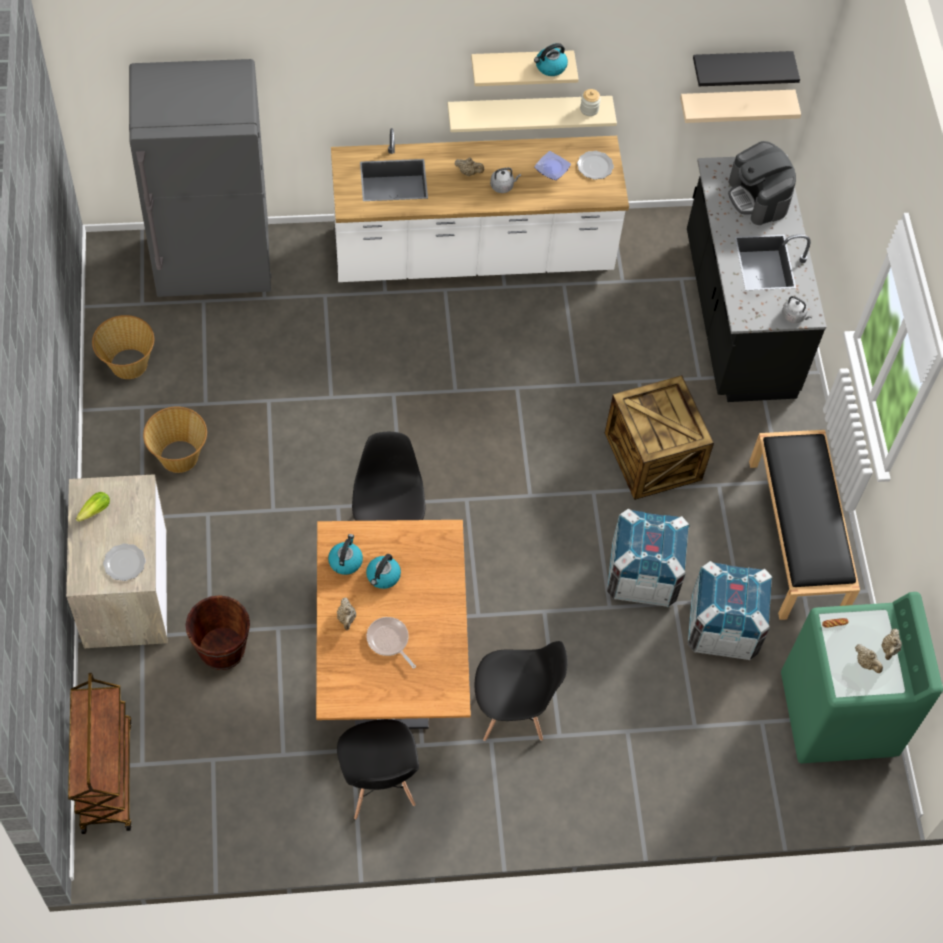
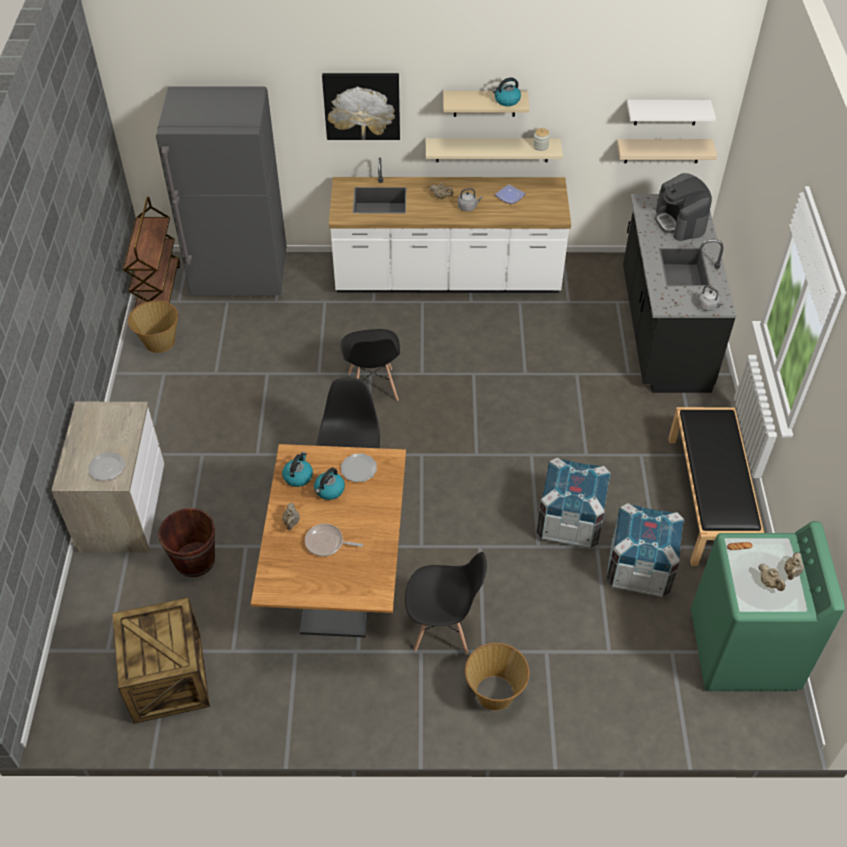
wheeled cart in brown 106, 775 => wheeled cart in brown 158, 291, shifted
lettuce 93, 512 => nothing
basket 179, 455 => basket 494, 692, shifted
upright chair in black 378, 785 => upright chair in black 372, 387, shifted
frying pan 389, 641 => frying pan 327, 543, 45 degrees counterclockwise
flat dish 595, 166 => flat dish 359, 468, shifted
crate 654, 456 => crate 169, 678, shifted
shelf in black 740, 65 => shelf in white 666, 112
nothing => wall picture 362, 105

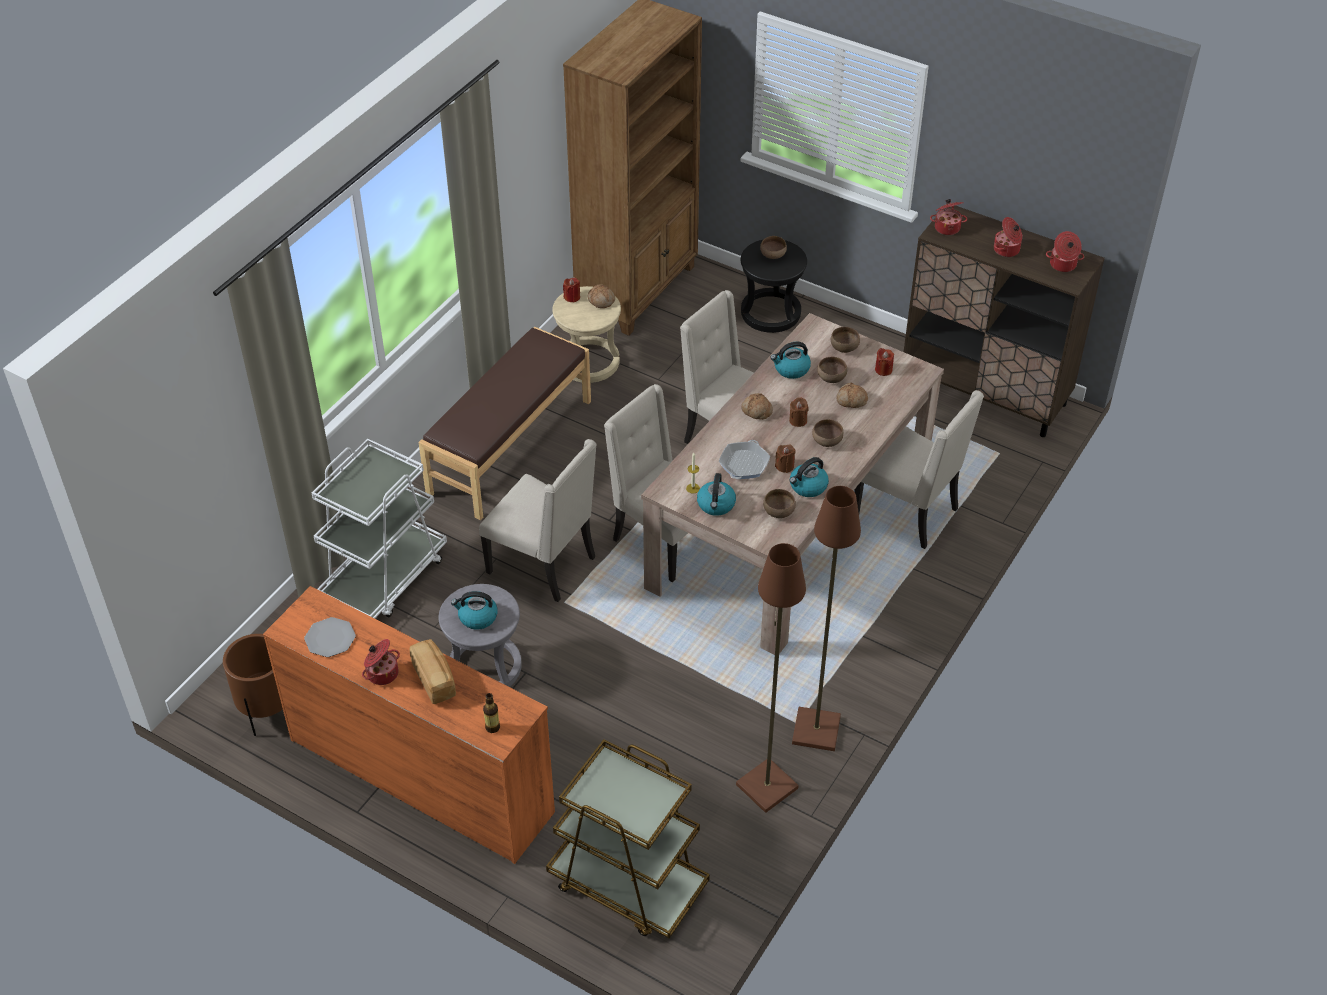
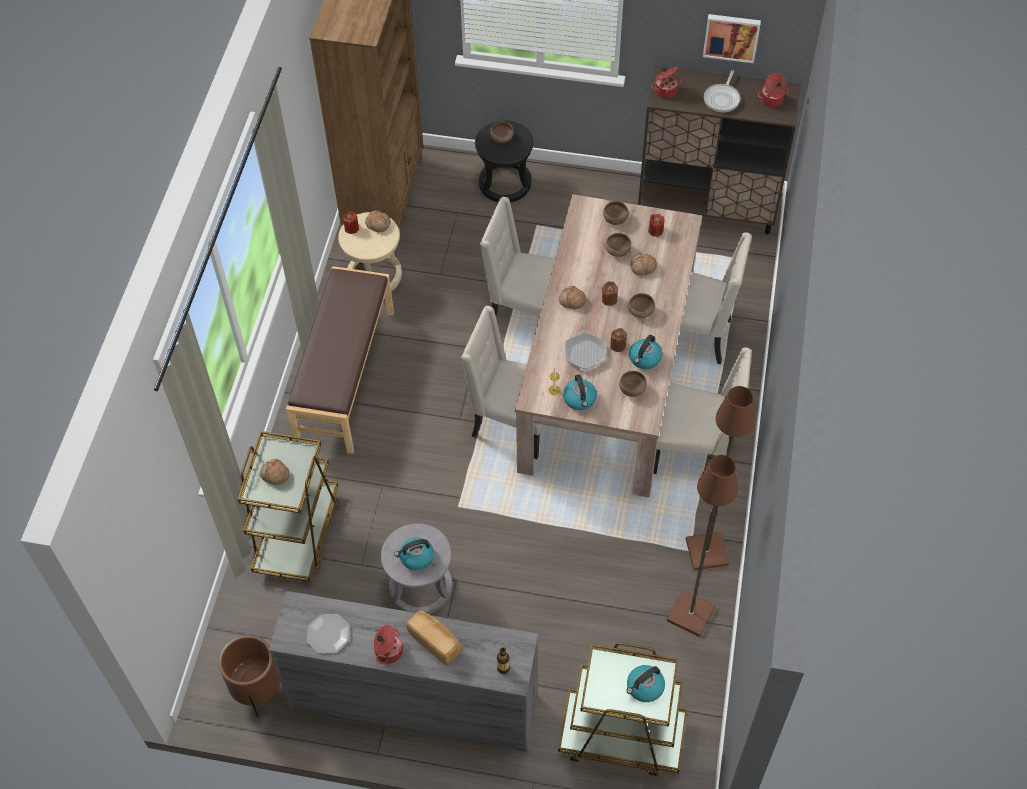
dresser in orange-coloured 421, 774 => dresser in greyish 413, 701
wheeled cart in white 385, 577 => wheeled cart in brown 297, 533
upright chair in sand-coloured 544, 565 => upright chair in sand-coloured 693, 450, shifted
kettle 791, 369 => kettle 644, 687, shifted
saucepot 1007, 250 => frying pan 722, 98
nothing => bakery bread 275, 475
nothing => wall picture 731, 36

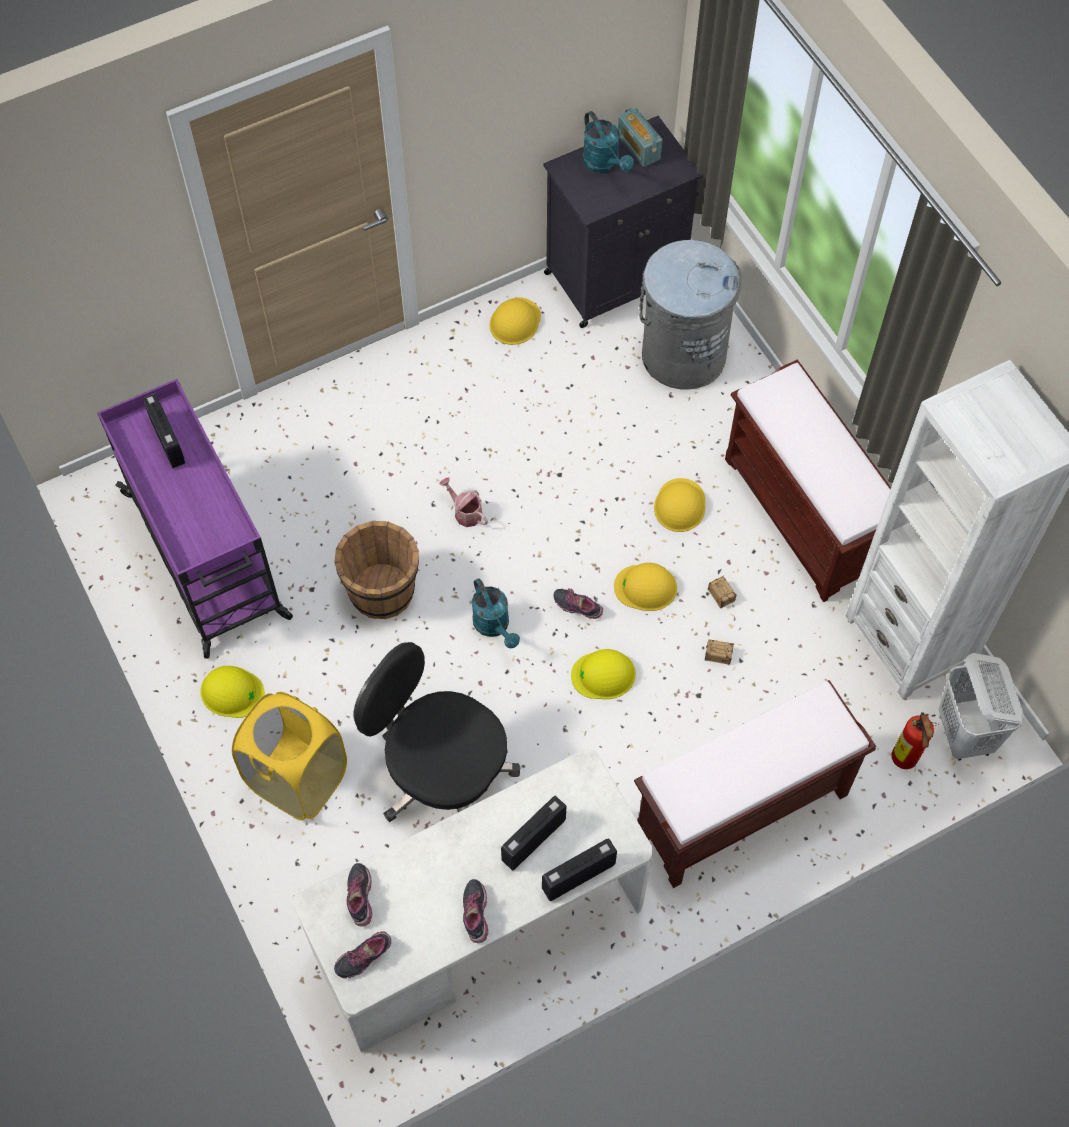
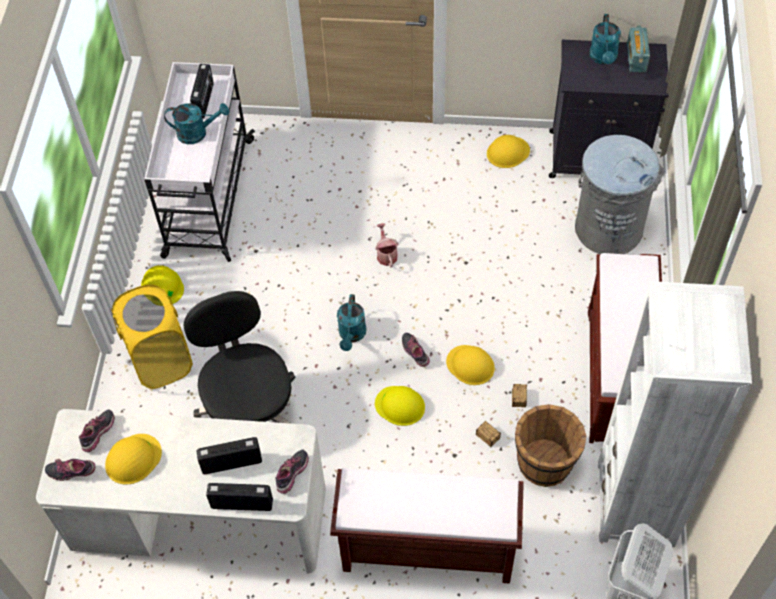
wheeled cart in purple-coloured 207, 557 => wheeled cart in white 208, 199
water bucket in brown 382, 590 => water bucket in brown 545, 462, shifted
low shoe 476, 914 => low shoe 293, 474, shifted
safety helmet in yellow-coloured 680, 505 => safety helmet in yellow-coloured 133, 459, shifted
fire-fighting cylinder 904, 762 => nothing
nothing => watering can in turquoise 197, 133

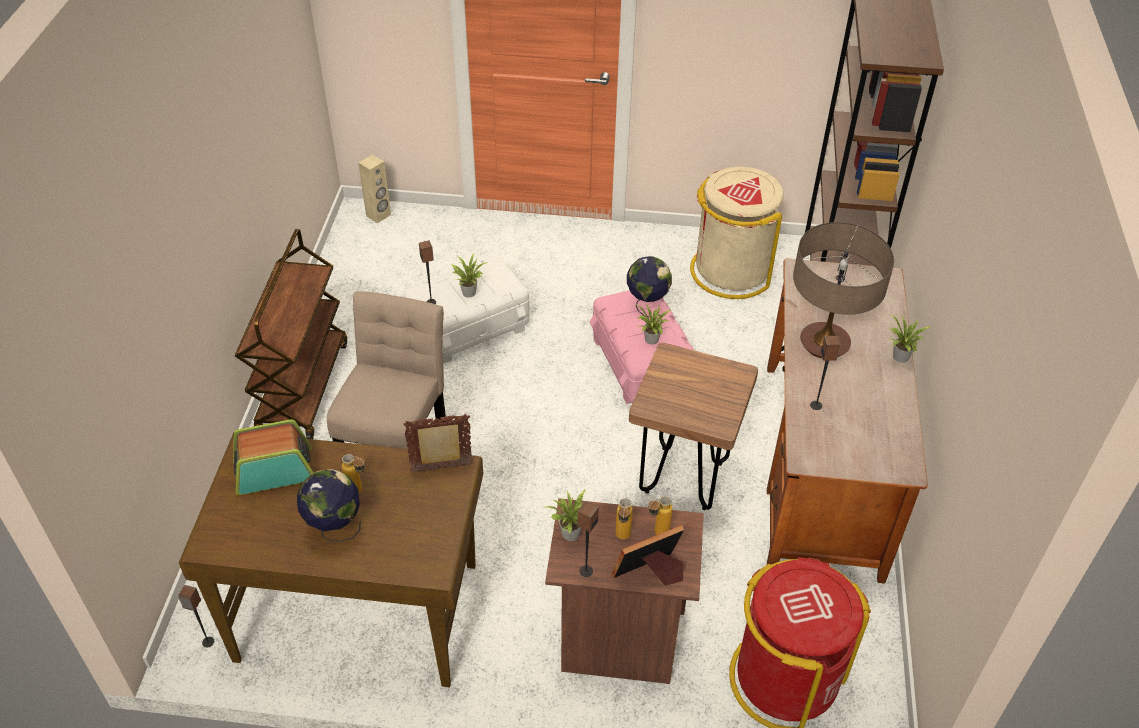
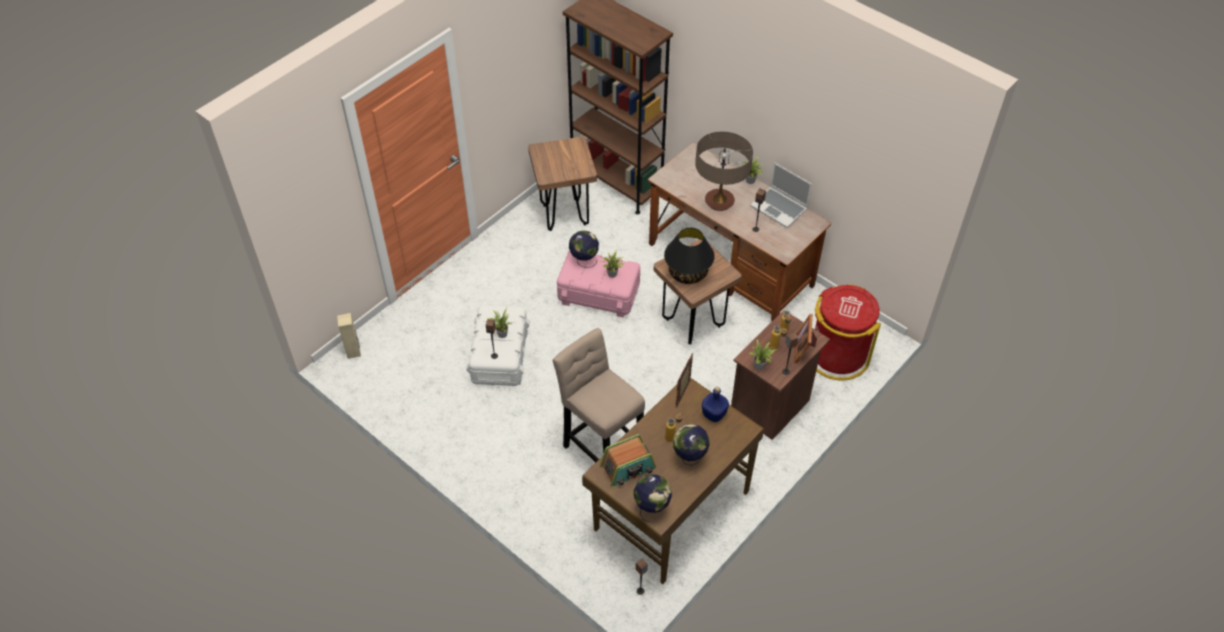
radio 274, 470 => radio 628, 467, 135 degrees counterclockwise
wheeled cart in brown 302, 387 => nothing
trash can in sand-coloured 730, 271 => stool in brown 564, 215
nothing => desk globe 652, 508
nothing => tabletop lamp in black 688, 273
nothing => bottle in bluish 713, 415
nothing => portable computer 780, 208

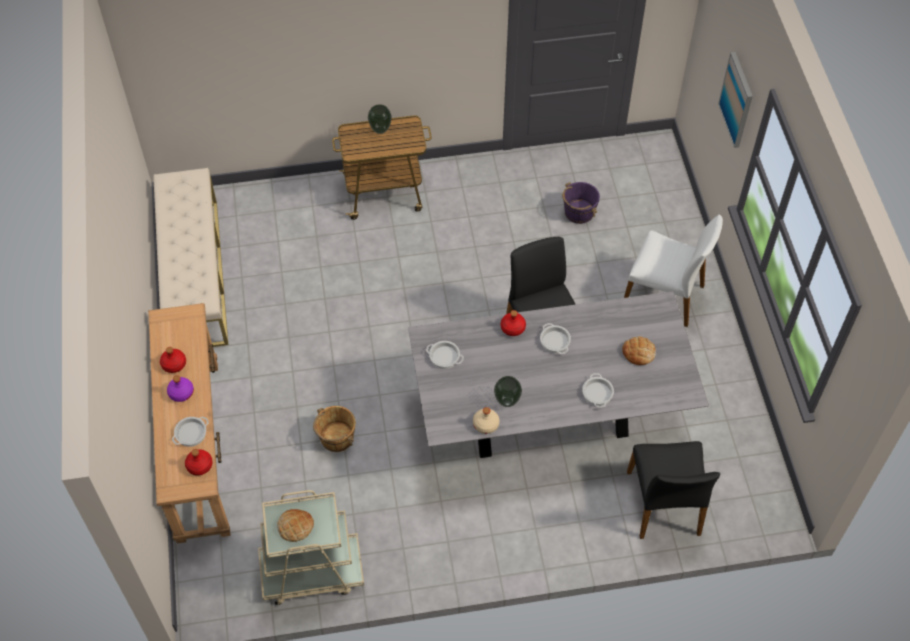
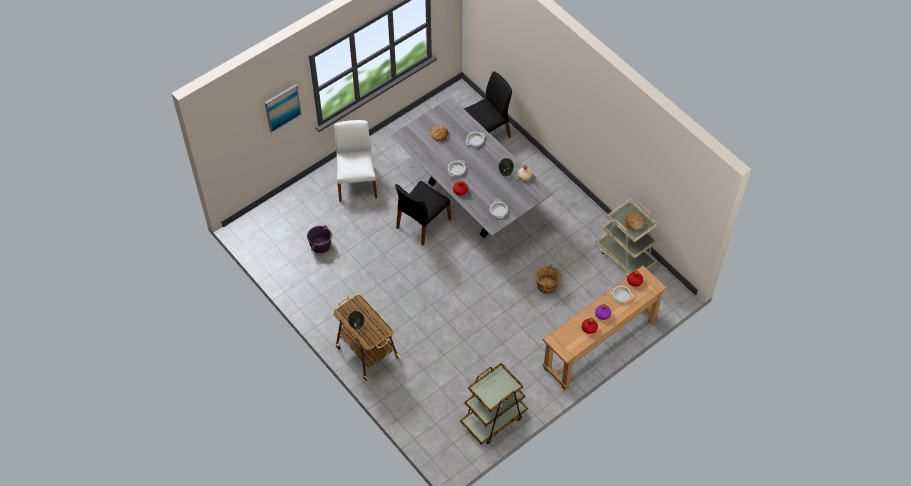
indoor bench in sand-coloured 194, 274 => wheeled cart in brown 493, 419

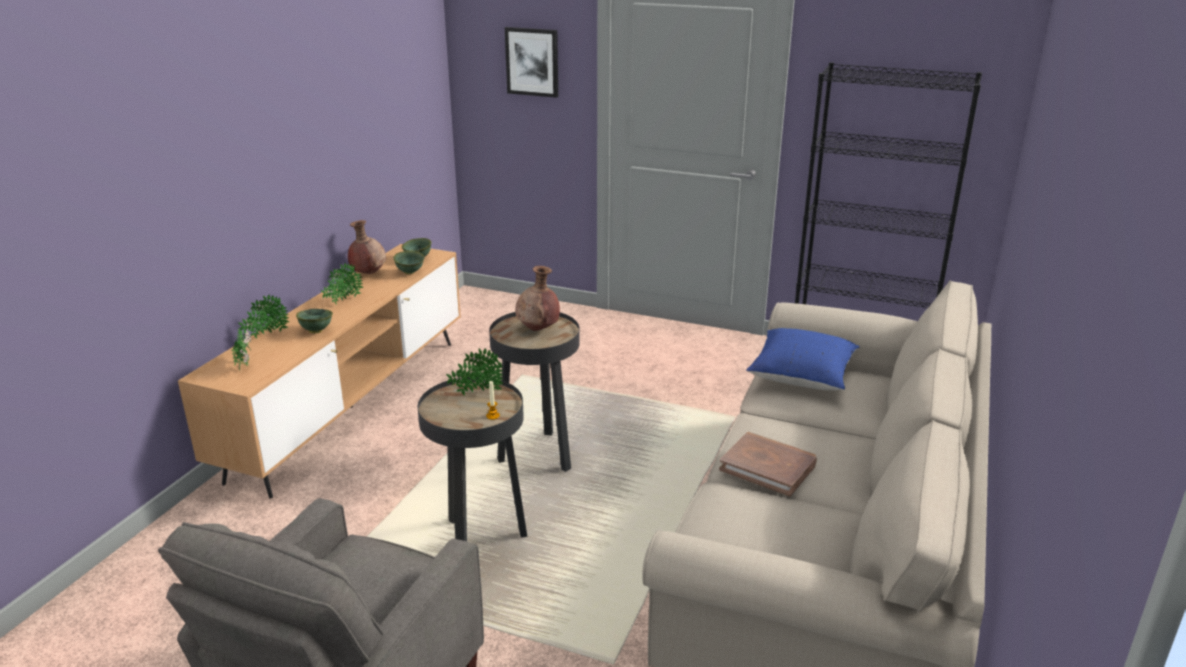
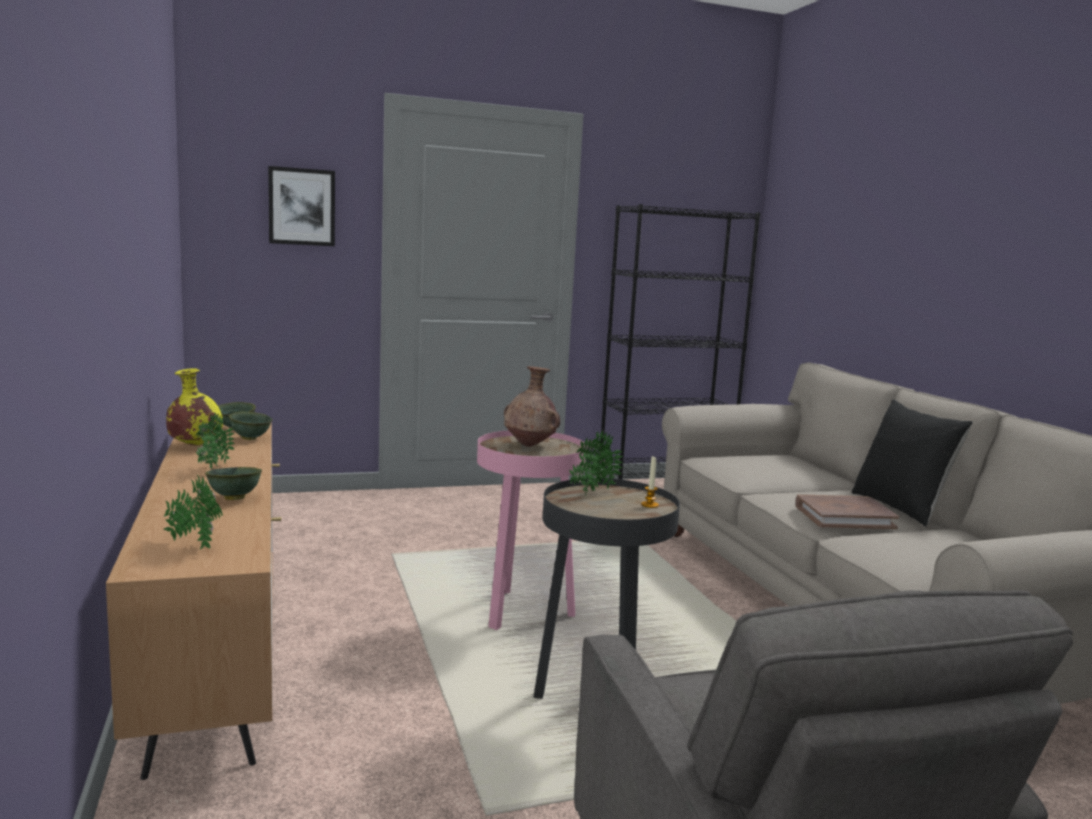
plant in a pot 266, 335 => nothing
decorative vase in brown 368, 273 => decorative vase in yellow-coloured 194, 446
end table in black 538, 455 => end table in pinkish 522, 612
pillow in bluish 801, 376 => nothing
nothing => pillow in black 901, 508

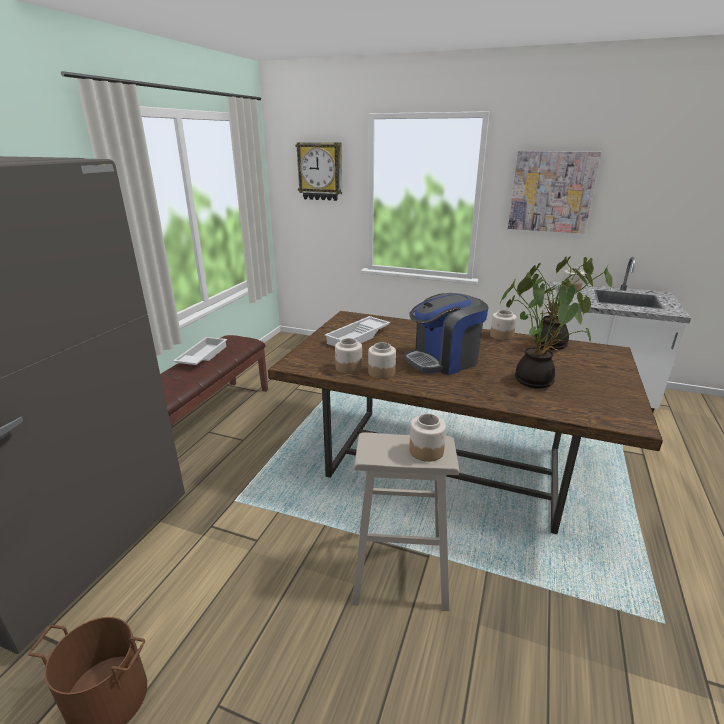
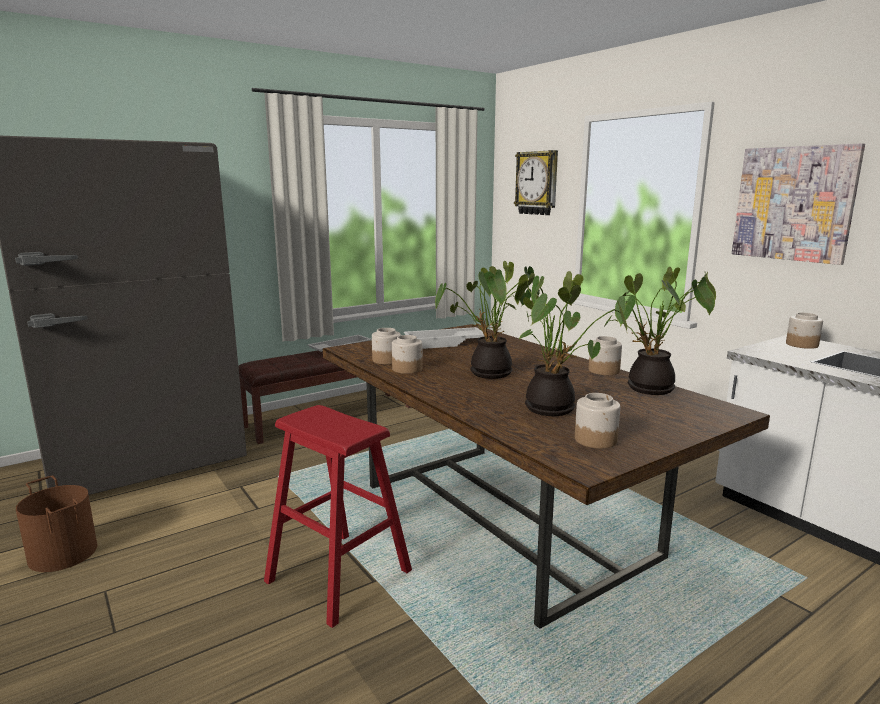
stool in sand-coloured 399, 566 => stool in red 338, 576
coffee machine 443, 360 => plant in a pot 487, 374
preserve jar 426, 451 => preserve jar 596, 440, shifted

